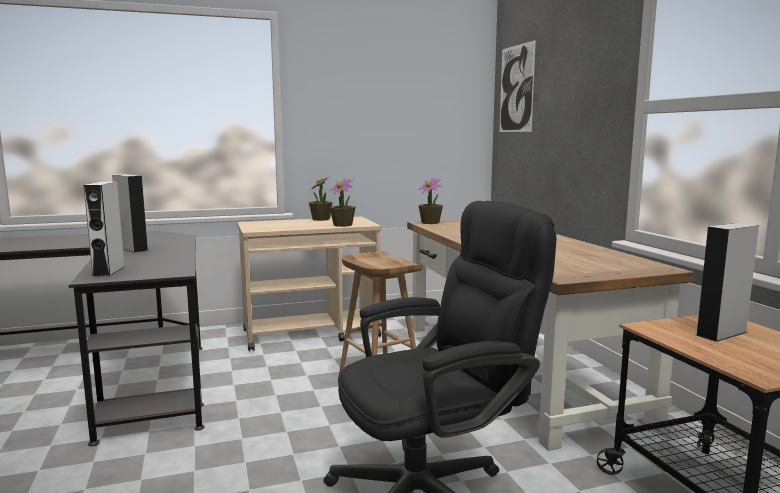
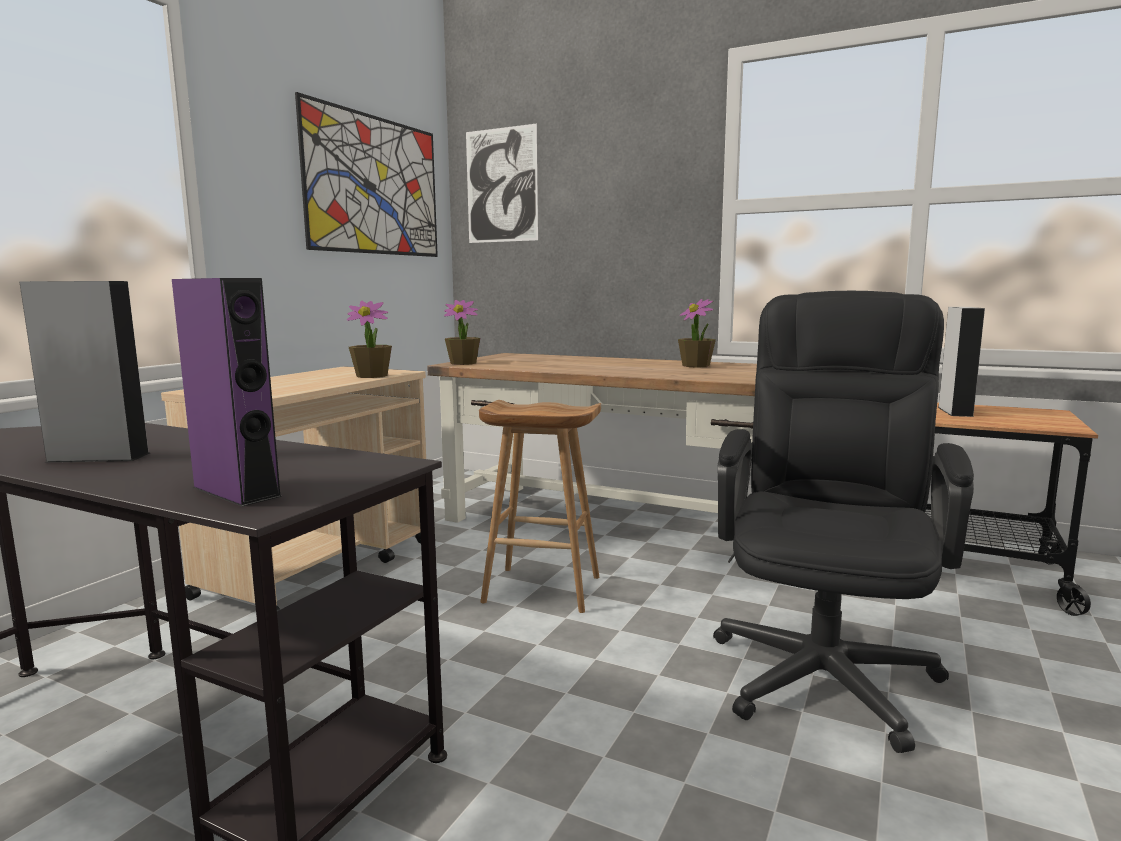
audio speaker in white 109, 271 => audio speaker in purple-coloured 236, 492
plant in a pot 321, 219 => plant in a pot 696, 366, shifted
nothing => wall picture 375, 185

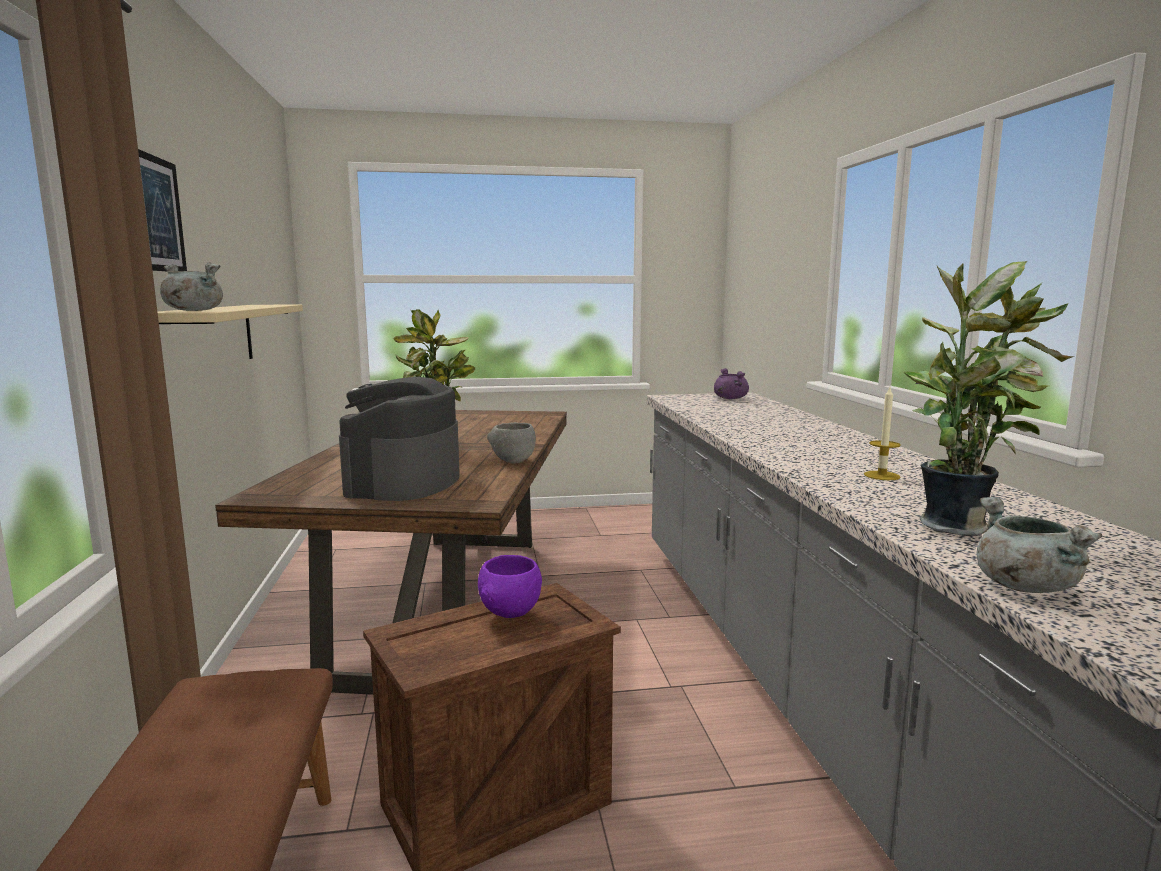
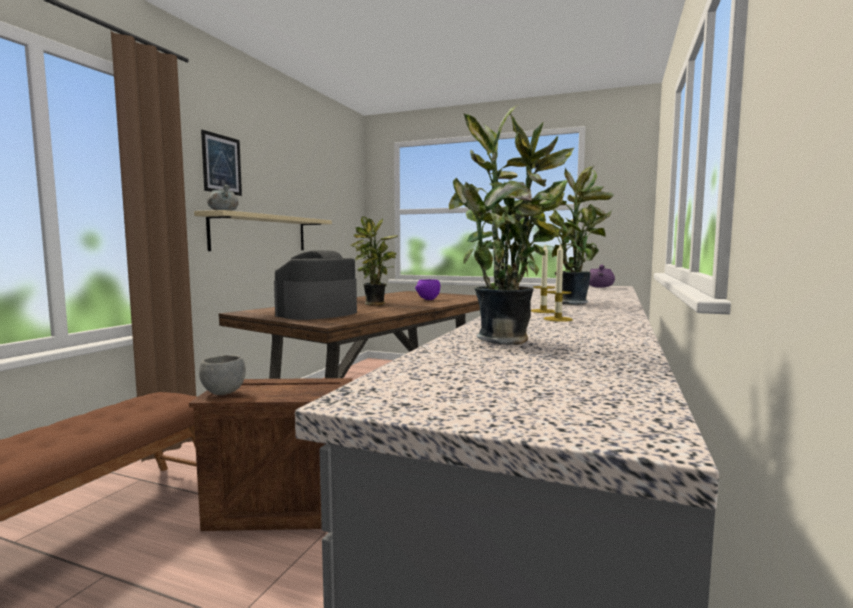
deep dish in purple-coloured 509, 615 => deep dish in purple-coloured 428, 299, shifted
deep dish in greyish 512, 462 => deep dish in greyish 223, 393, shifted
saucepot in greyish 1022, 585 => nothing
nothing => wax light 543, 311
nothing => plant in a pot 571, 302

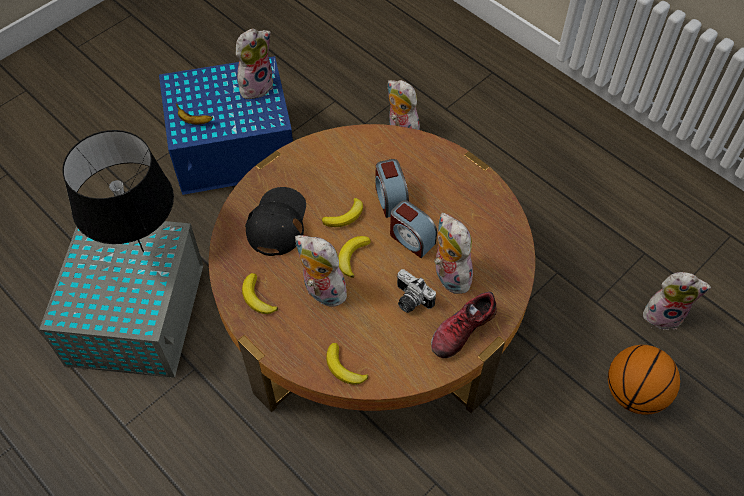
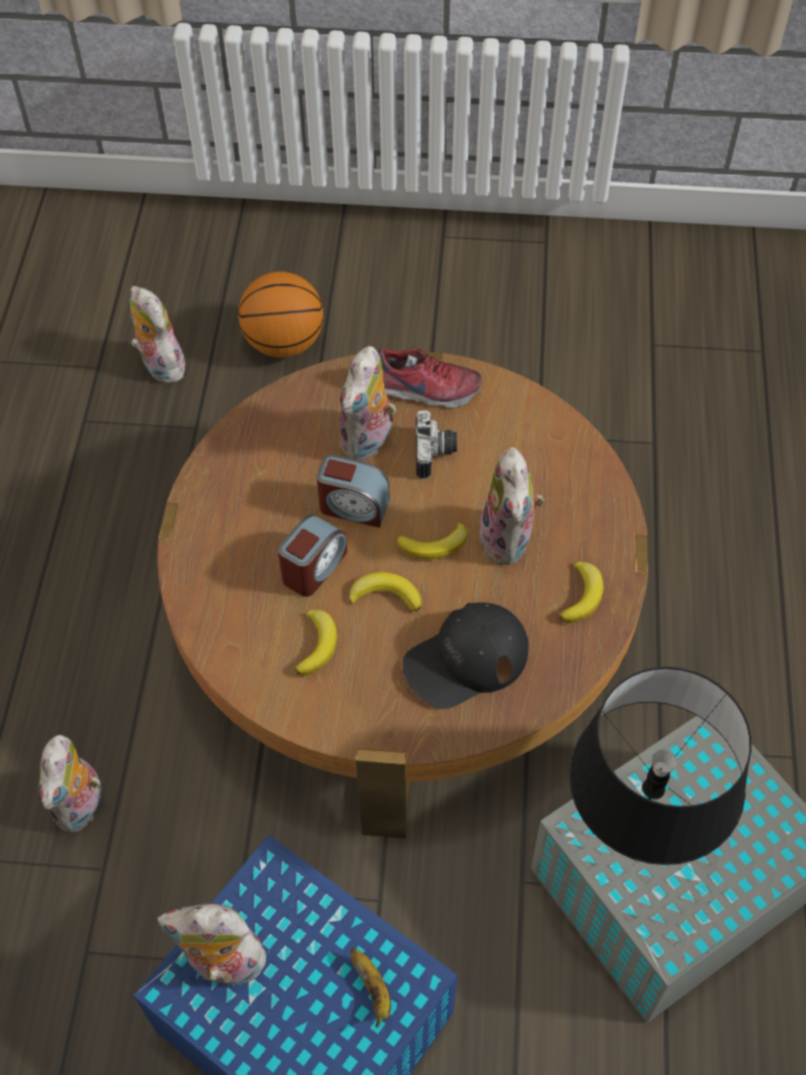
banana 344, 368 => banana 317, 644, shifted
alarm clock 411, 239 => alarm clock 353, 506, 105 degrees clockwise

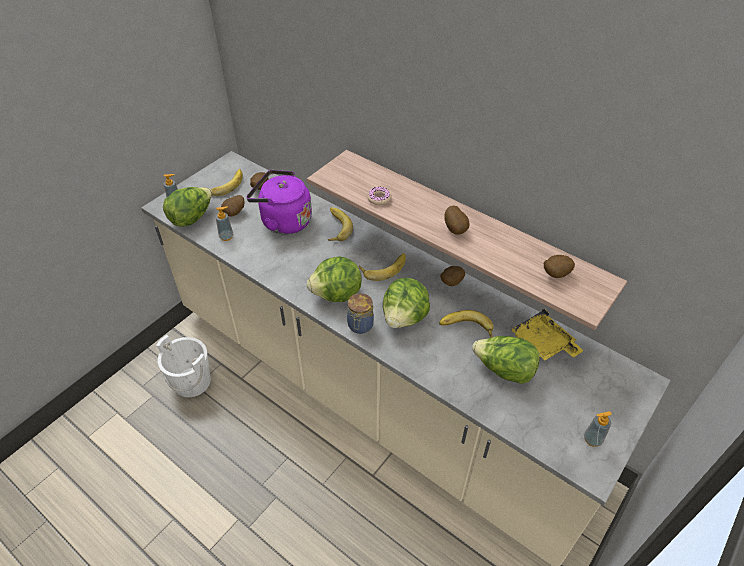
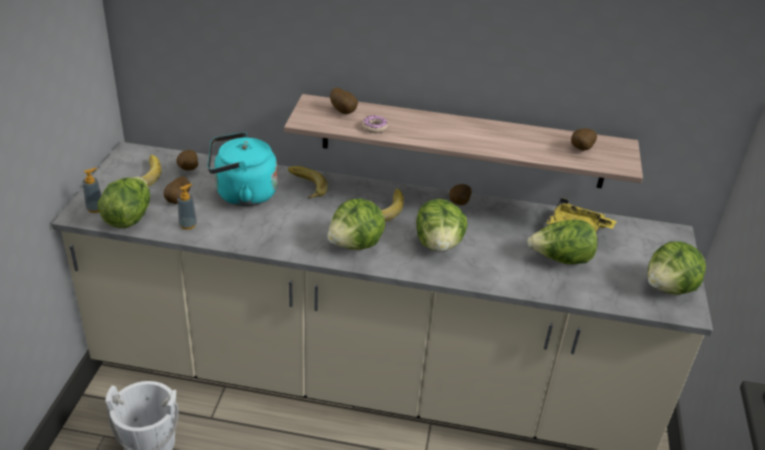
kettle in purple-coloured 283, 221 => kettle in turquoise 242, 194
preserve jar 360, 326 => nothing
banana 466, 329 => nothing
spud 456, 229 => spud 344, 111, shifted
soap bottle 592, 439 => lettuce 669, 288

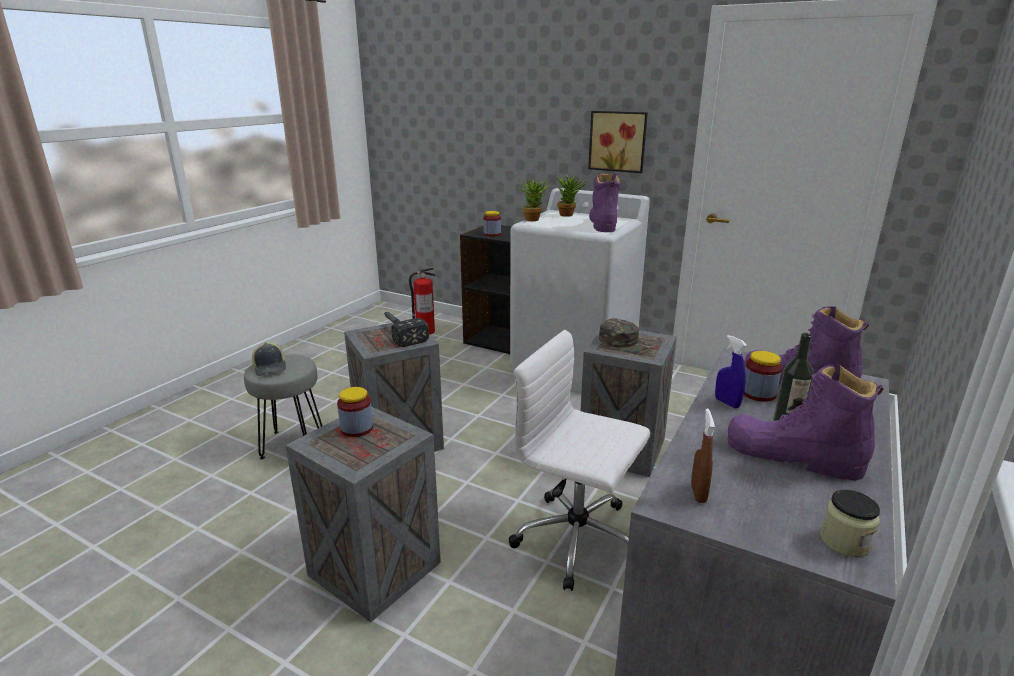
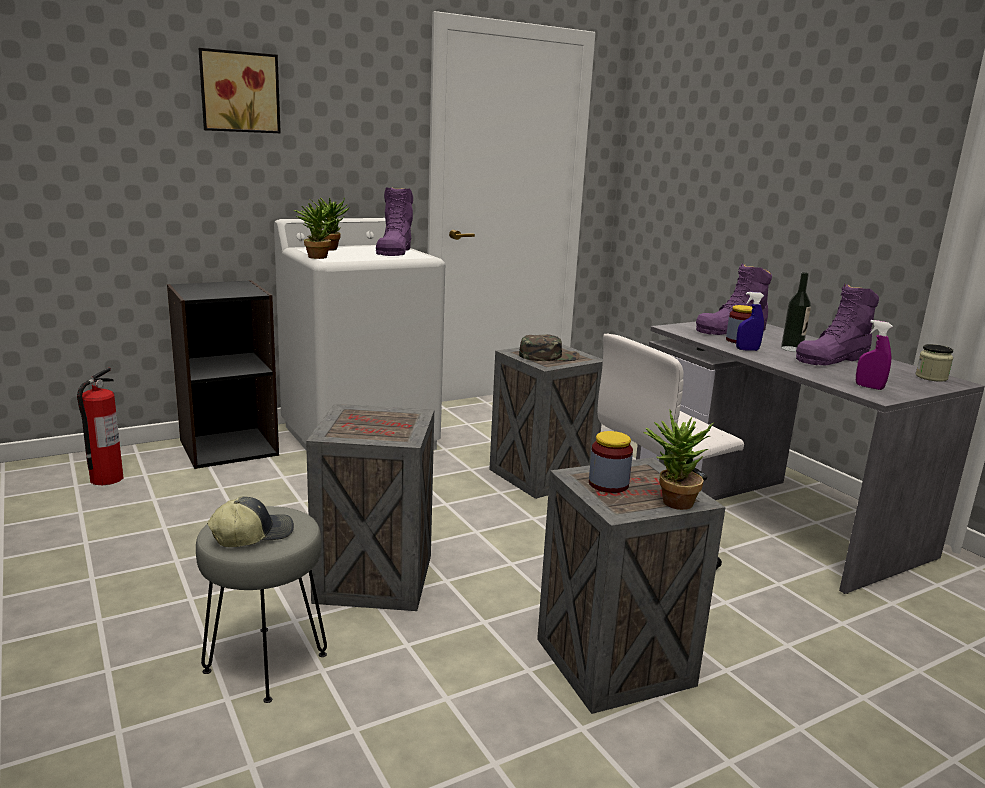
cap 271, 367 => cap 252, 535, 45 degrees counterclockwise
hammer 399, 332 => nothing
preserve jar 492, 234 => nothing
wall picture 618, 141 => wall picture 239, 92, shifted
tall boot in purple-coloured 602, 224 => tall boot in purple-coloured 394, 251, 120 degrees counterclockwise
sprayer in brown 698, 493 => sprayer in purple-coloured 869, 387
nothing => plant in a pot 671, 502

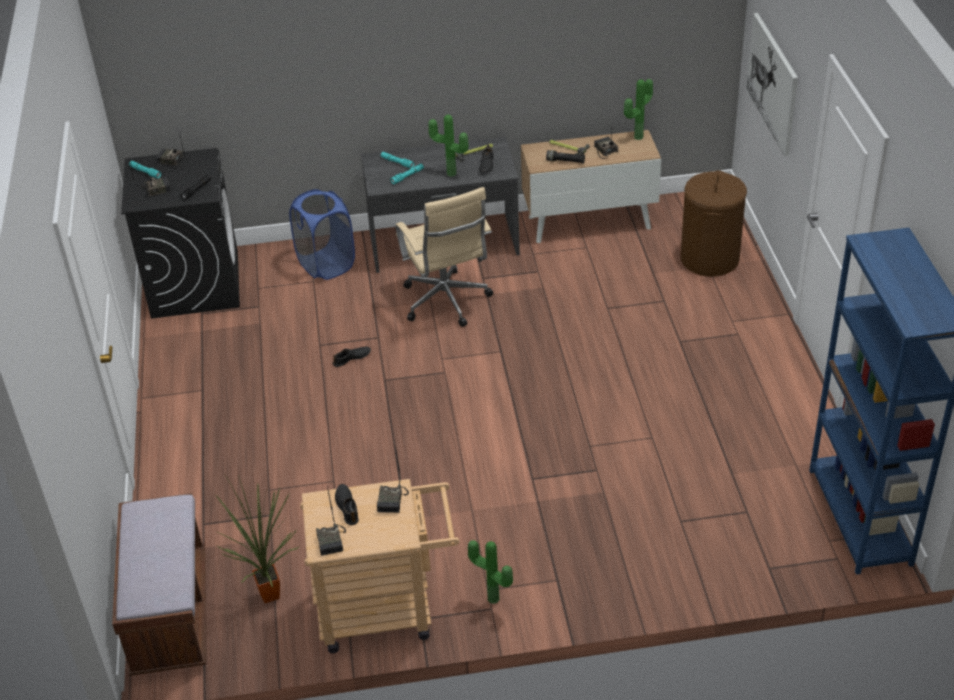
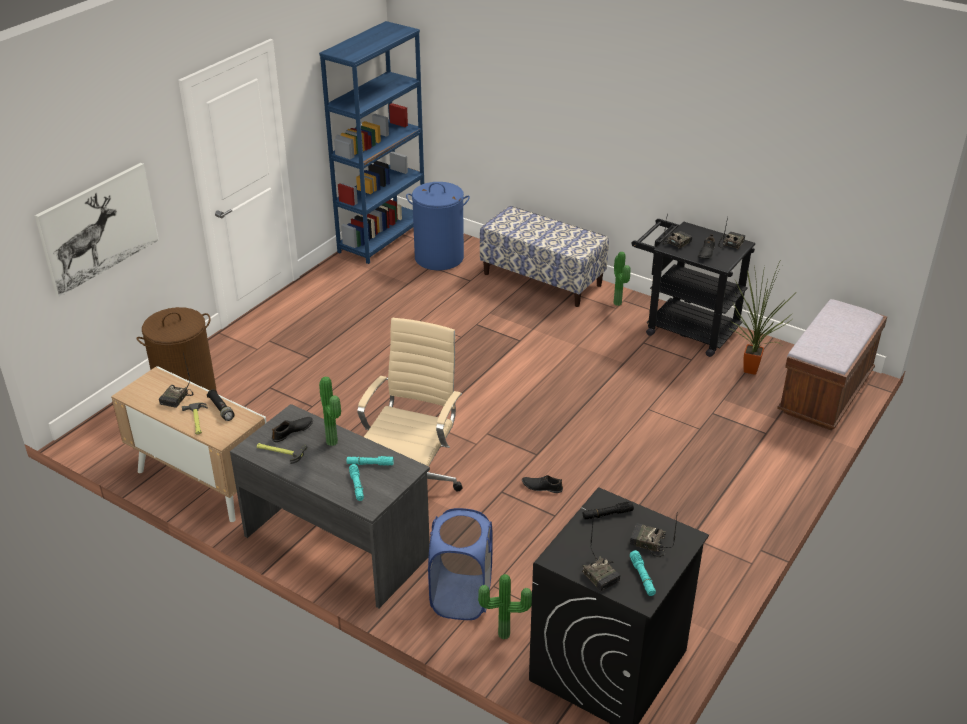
wheeled cart in sand-coloured 386, 610 => wheeled cart in black 684, 328
plant in a pot 637, 137 => plant in a pot 504, 636, shifted
nothing => hamper in bluish 439, 257
nothing => indoor bench 542, 279

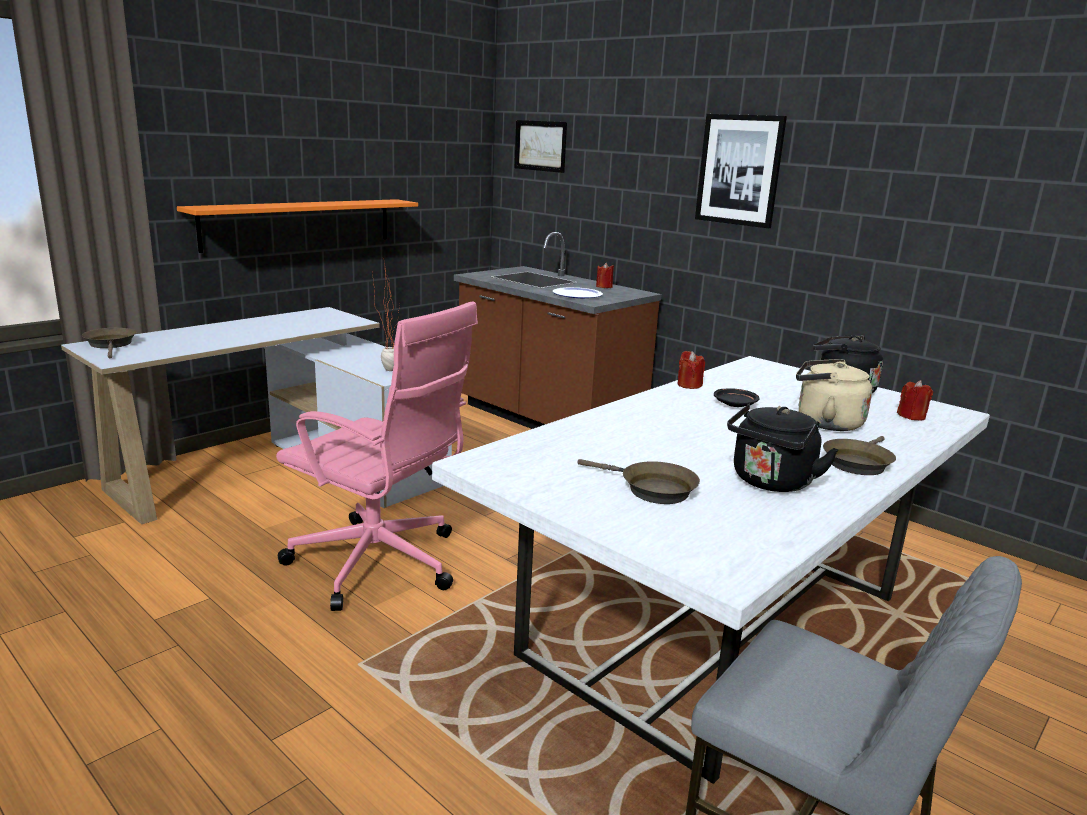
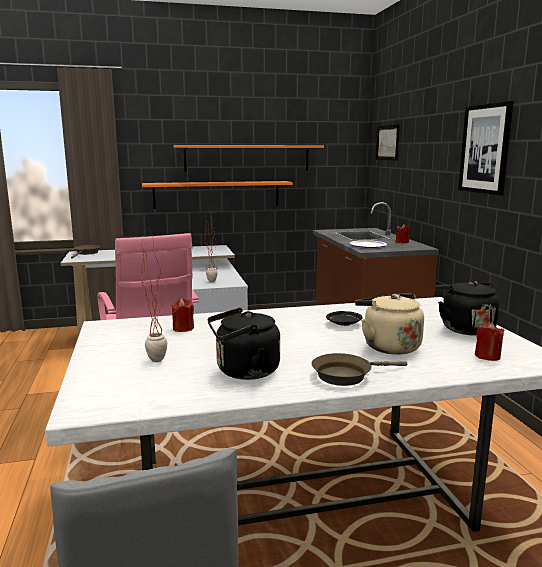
frying pan in brown 652, 489 => plant in a pot 158, 358
wax light in red 689, 385 => wax light in red 183, 328, shifted
nothing => shelf in orange-coloured 247, 158

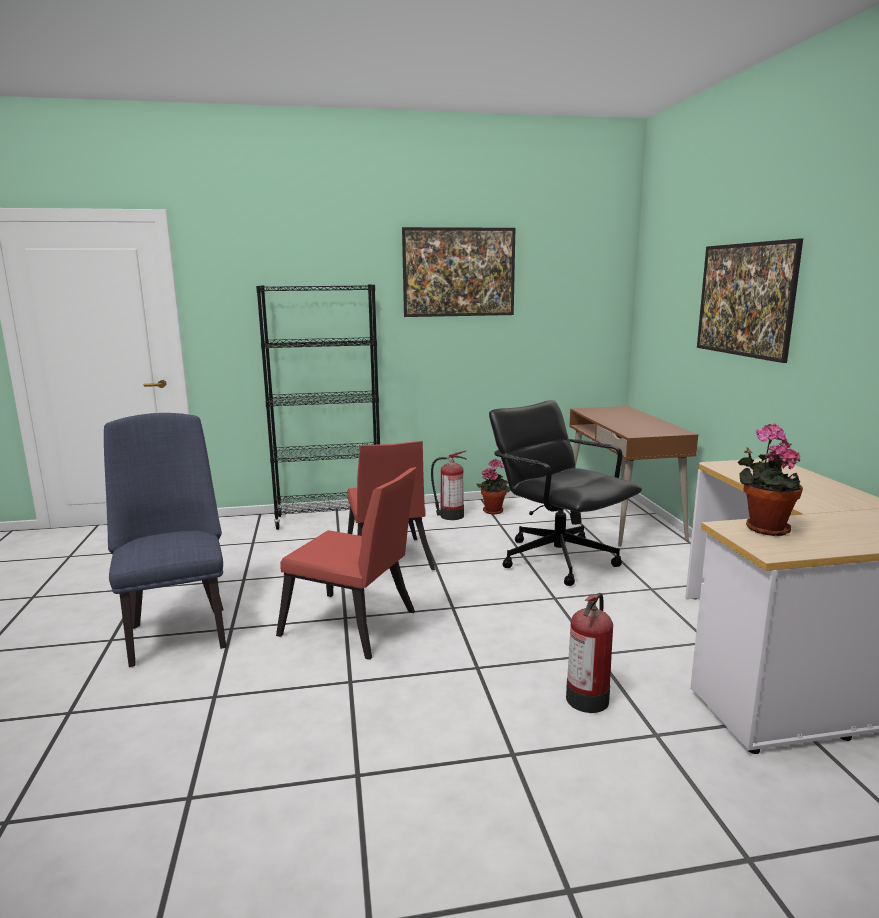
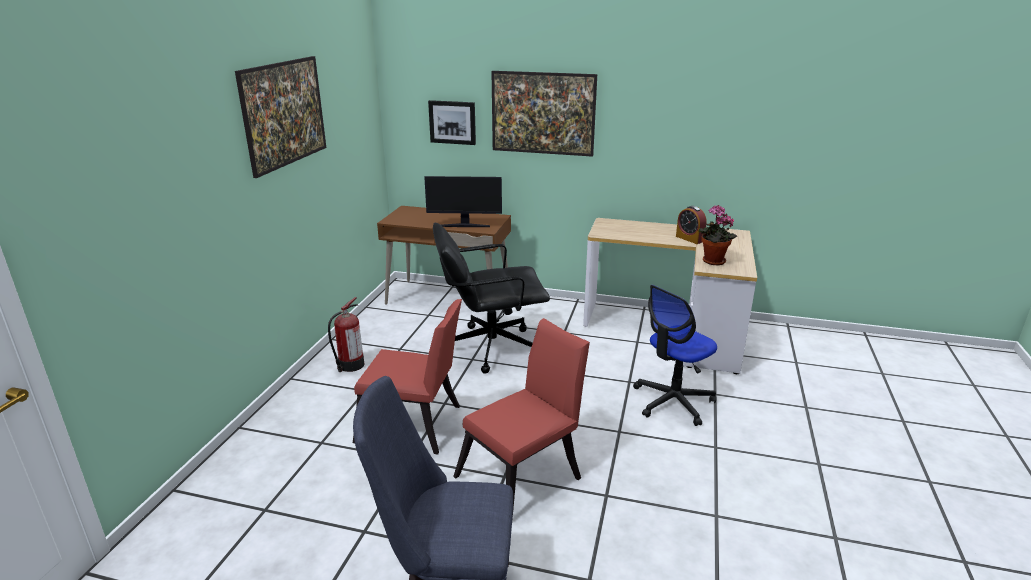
bookshelf in black 330, 519 => nothing
plant in a pot 493, 510 => nothing
fire-fighting cylinder 588, 697 => office chair 673, 402
nothing => monitor 464, 225
nothing => wall picture 452, 122
nothing => alarm clock 689, 239

